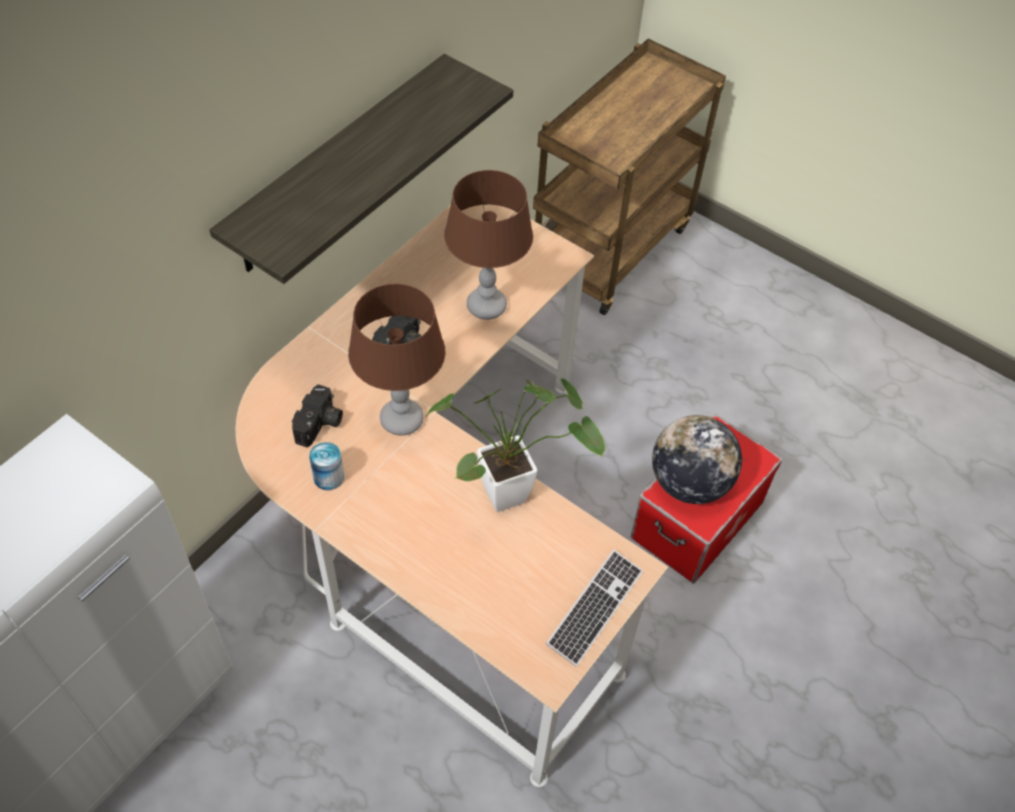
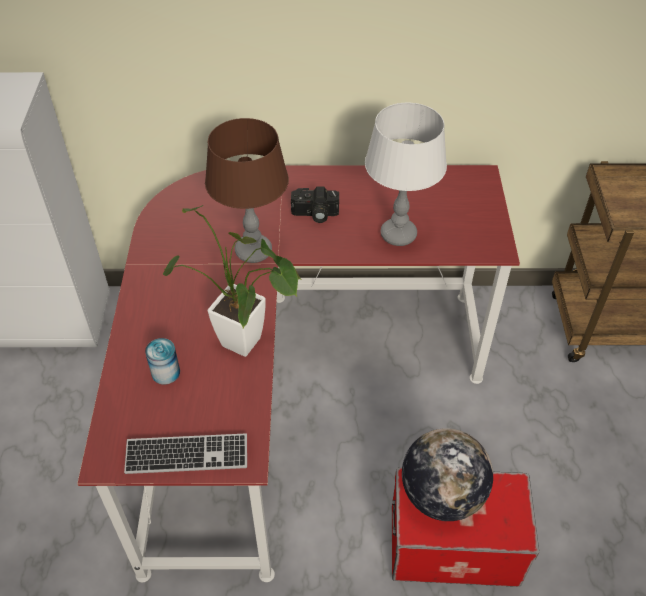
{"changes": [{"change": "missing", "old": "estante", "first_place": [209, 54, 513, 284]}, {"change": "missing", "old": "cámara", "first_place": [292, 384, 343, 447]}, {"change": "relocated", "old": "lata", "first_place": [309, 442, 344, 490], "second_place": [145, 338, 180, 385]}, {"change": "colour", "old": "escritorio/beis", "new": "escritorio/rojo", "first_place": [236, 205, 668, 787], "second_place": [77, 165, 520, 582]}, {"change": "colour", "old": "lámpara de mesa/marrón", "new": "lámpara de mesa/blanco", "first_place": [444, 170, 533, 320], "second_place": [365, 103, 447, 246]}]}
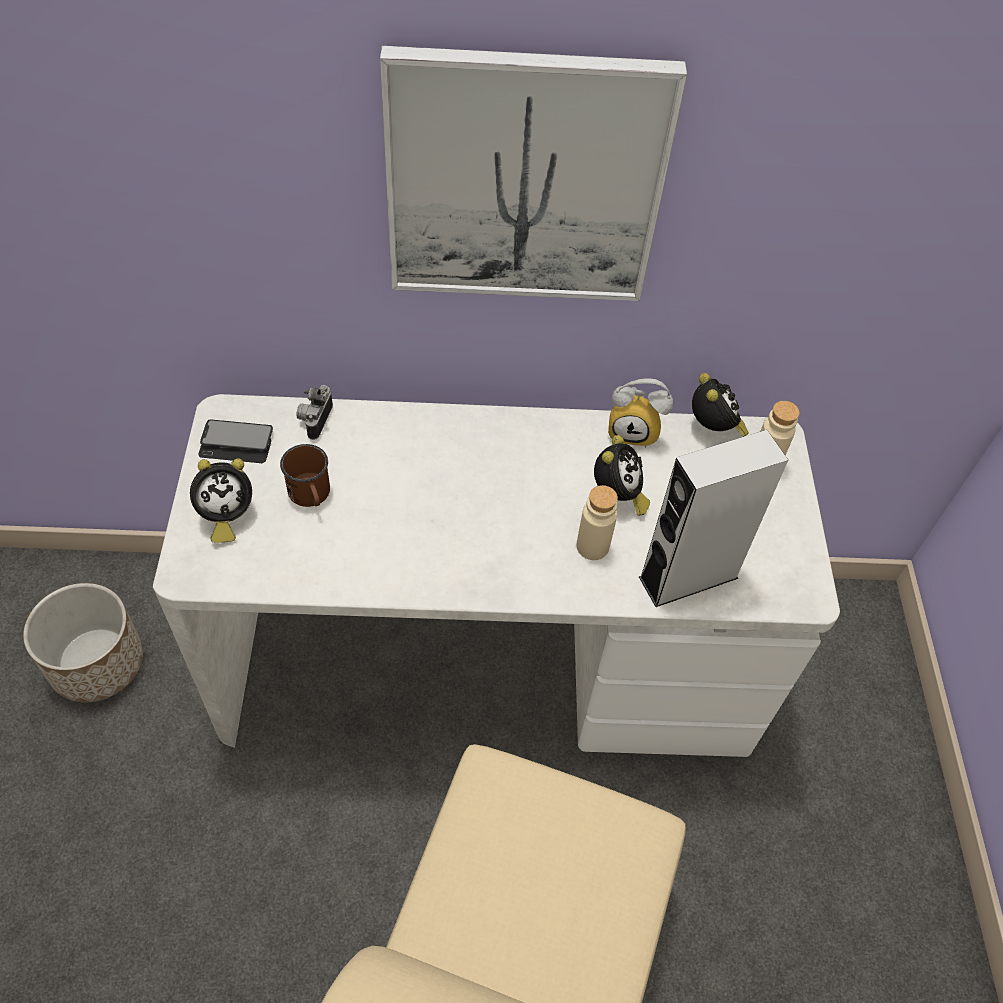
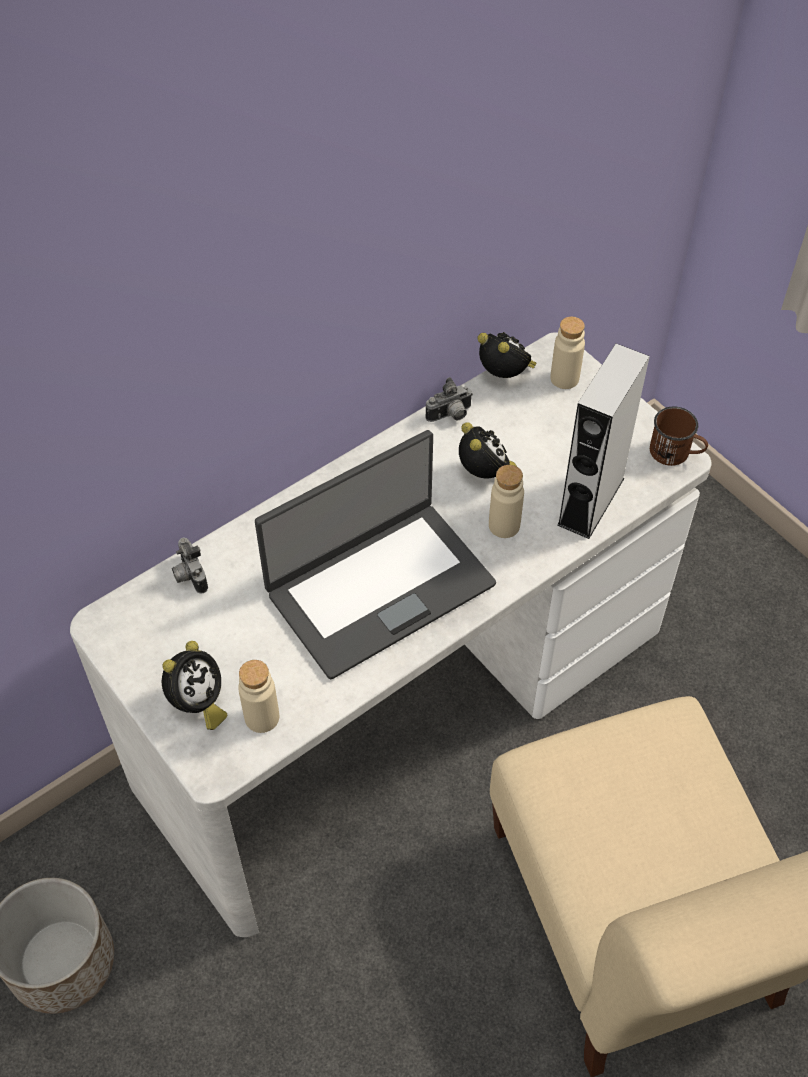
{"changes": [{"change": "missing", "old": "móvil", "first_place": [199, 419, 273, 463]}, {"change": "missing", "old": "cuadro", "first_place": [380, 46, 687, 301]}, {"change": "appeared", "new": "botella/beis", "second_place": [238, 660, 279, 733]}, {"change": "appeared", "new": "portátil", "second_place": [255, 430, 496, 680]}, {"change": "relocated", "old": "taza grande/marrón", "first_place": [280, 444, 330, 507], "second_place": [650, 407, 708, 466]}, {"change": "exchanged", "old": "despertador", "new": "cámara", "first_place": [608, 379, 673, 448], "second_place": [425, 377, 473, 422]}]}
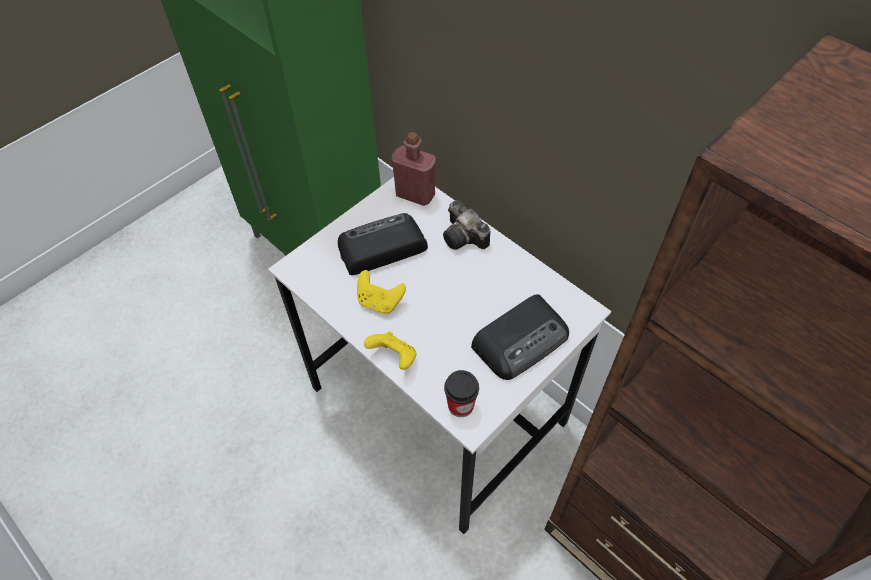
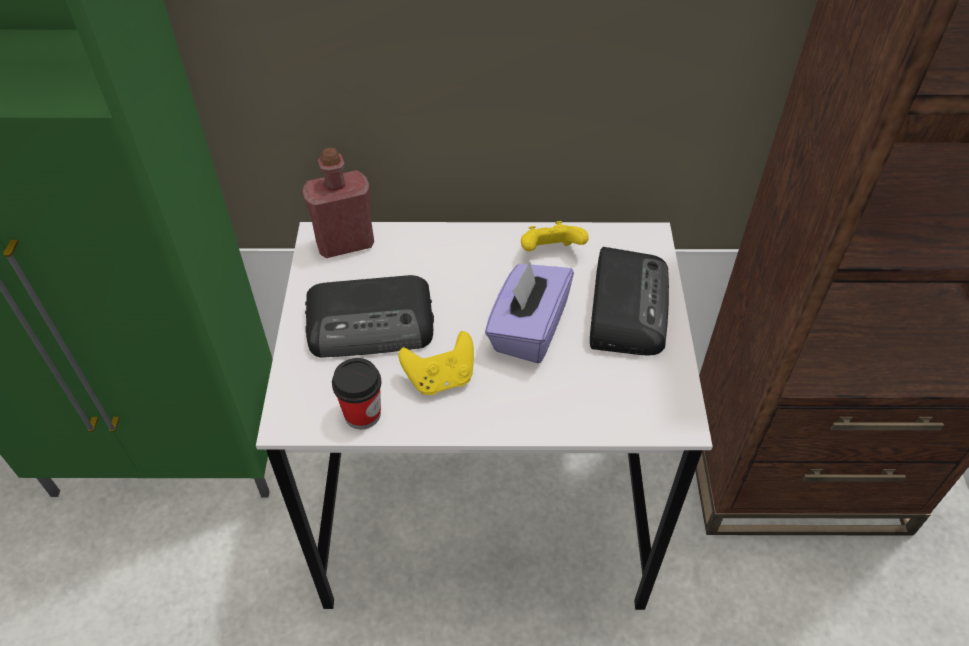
{"changes": [{"change": "missing", "old": "cámara", "first_place": [443, 200, 490, 250]}, {"change": "appeared", "new": "caja de pañuelos/morado", "second_place": [485, 261, 574, 363]}, {"change": "relocated", "old": "mando de consola/amarillo", "first_place": [364, 331, 417, 370], "second_place": [521, 221, 589, 251]}, {"change": "relocated", "old": "taza", "first_place": [444, 370, 479, 417], "second_place": [332, 358, 382, 429]}, {"change": "spun", "old": "radio", "first_place": [338, 213, 428, 275], "second_place": [305, 275, 434, 358], "degrees": -120}]}
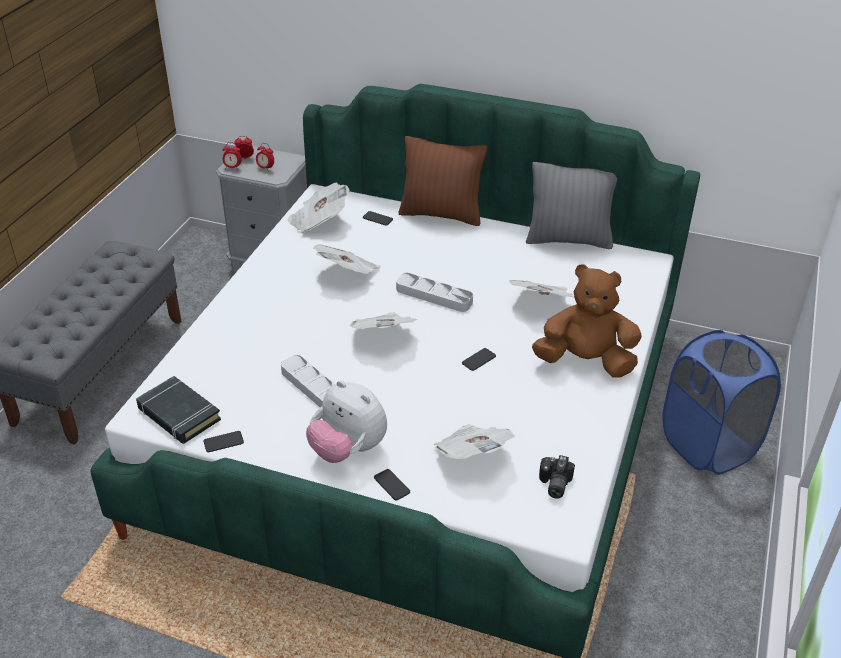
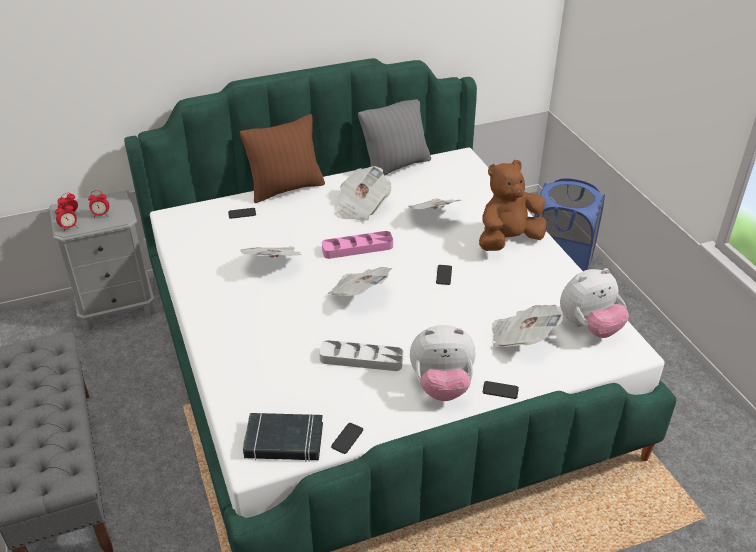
{"changes": [{"change": "relocated", "old": "periódico", "first_place": [287, 183, 350, 233], "second_place": [336, 166, 391, 221]}, {"change": "exchanged", "old": "cámara", "new": "peluche", "first_place": [539, 455, 575, 499], "second_place": [560, 268, 629, 338]}, {"change": "colour", "old": "bandeja/gris", "new": "bandeja/rosa", "first_place": [396, 273, 473, 312], "second_place": [322, 231, 393, 259]}]}
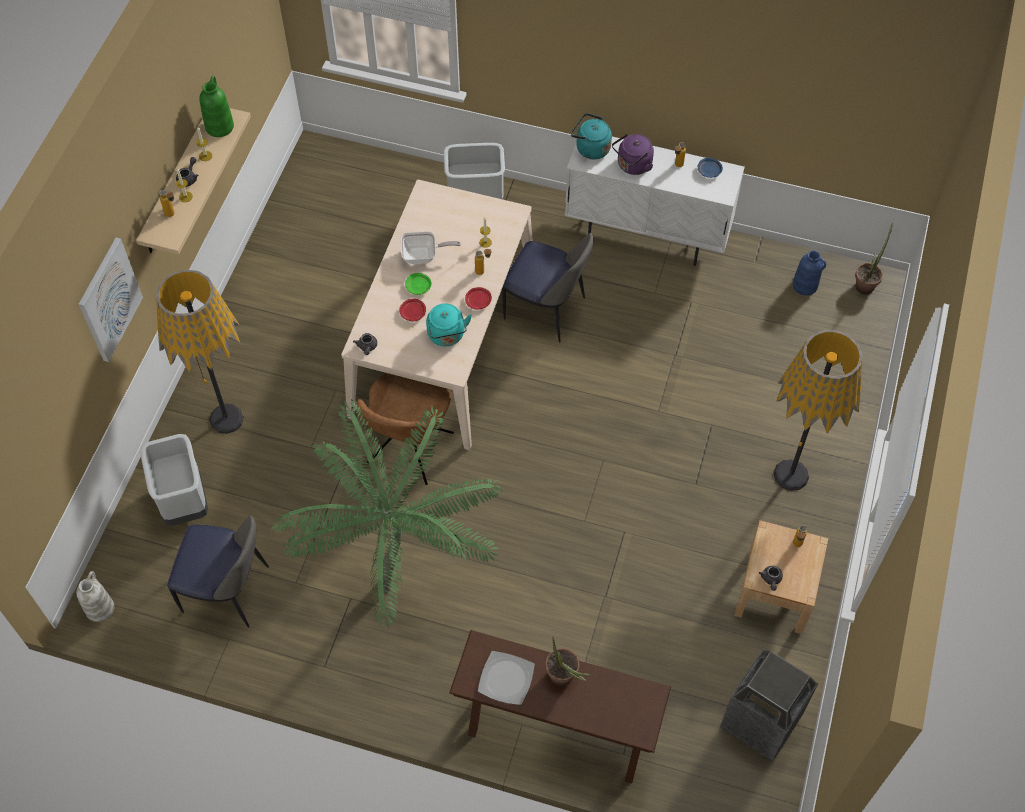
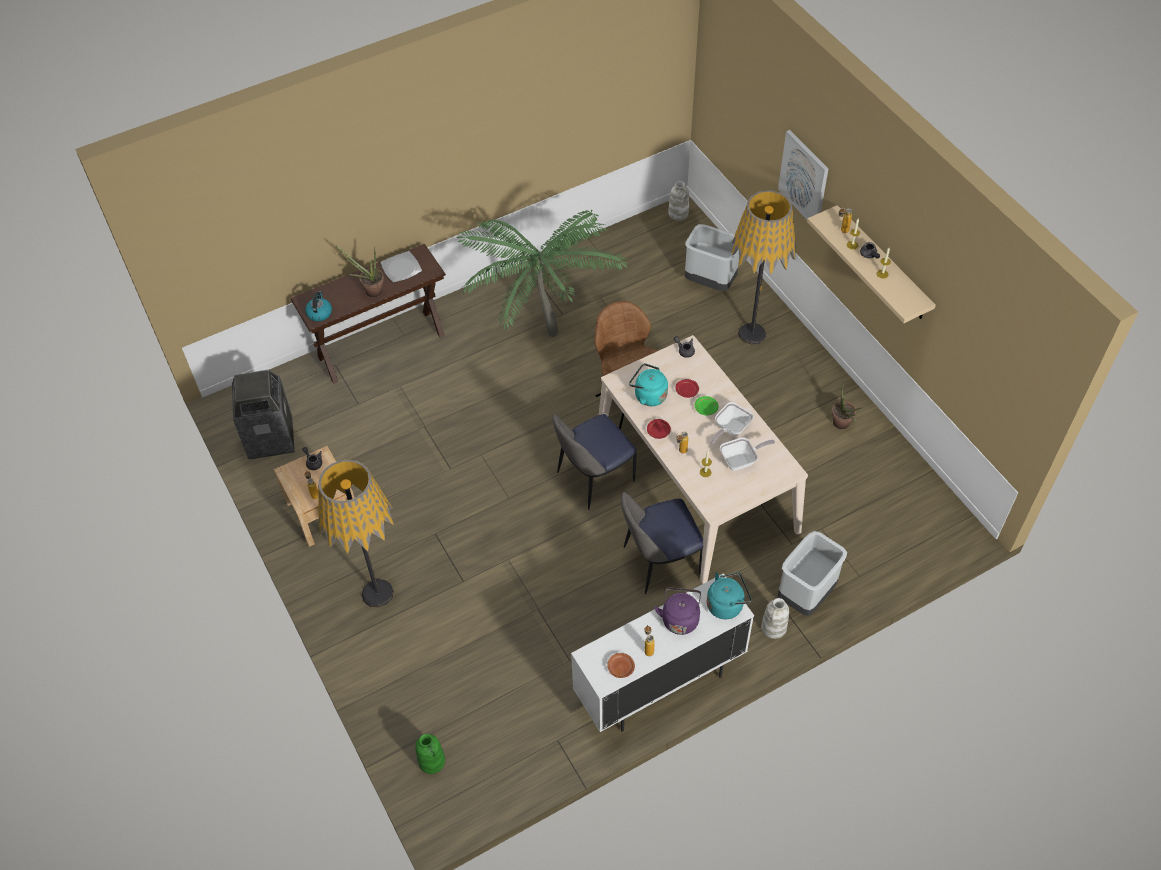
{"changes": [{"change": "missing", "old": "florero/azul", "first_place": [793, 250, 826, 295]}, {"change": "appeared", "new": "hervidor", "second_place": [305, 291, 332, 321]}, {"change": "appeared", "new": "sartén", "second_place": [720, 437, 775, 471]}, {"change": "appeared", "new": "florero/blanco", "second_place": [761, 598, 789, 639]}, {"change": "relocated", "old": "silla", "first_place": [167, 515, 269, 628], "second_place": [552, 414, 637, 510]}, {"change": "relocated", "old": "florero/verde", "first_place": [199, 75, 234, 137], "second_place": [415, 734, 445, 774]}, {"change": "relocated", "old": "planta en maceta", "first_place": [855, 223, 893, 295], "second_place": [832, 380, 862, 429]}, {"change": "colour", "old": "plato/azul", "new": "plato/marrón", "first_place": [698, 158, 723, 178], "second_place": [607, 653, 635, 678]}]}
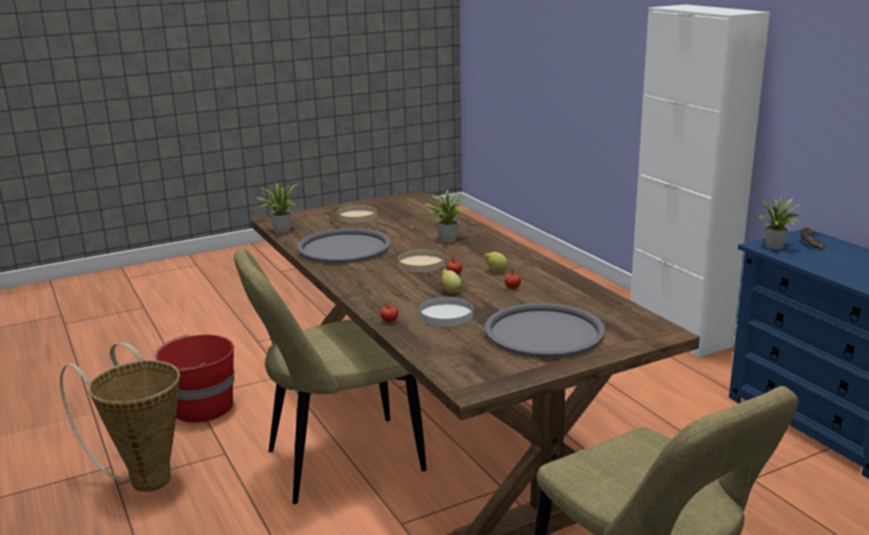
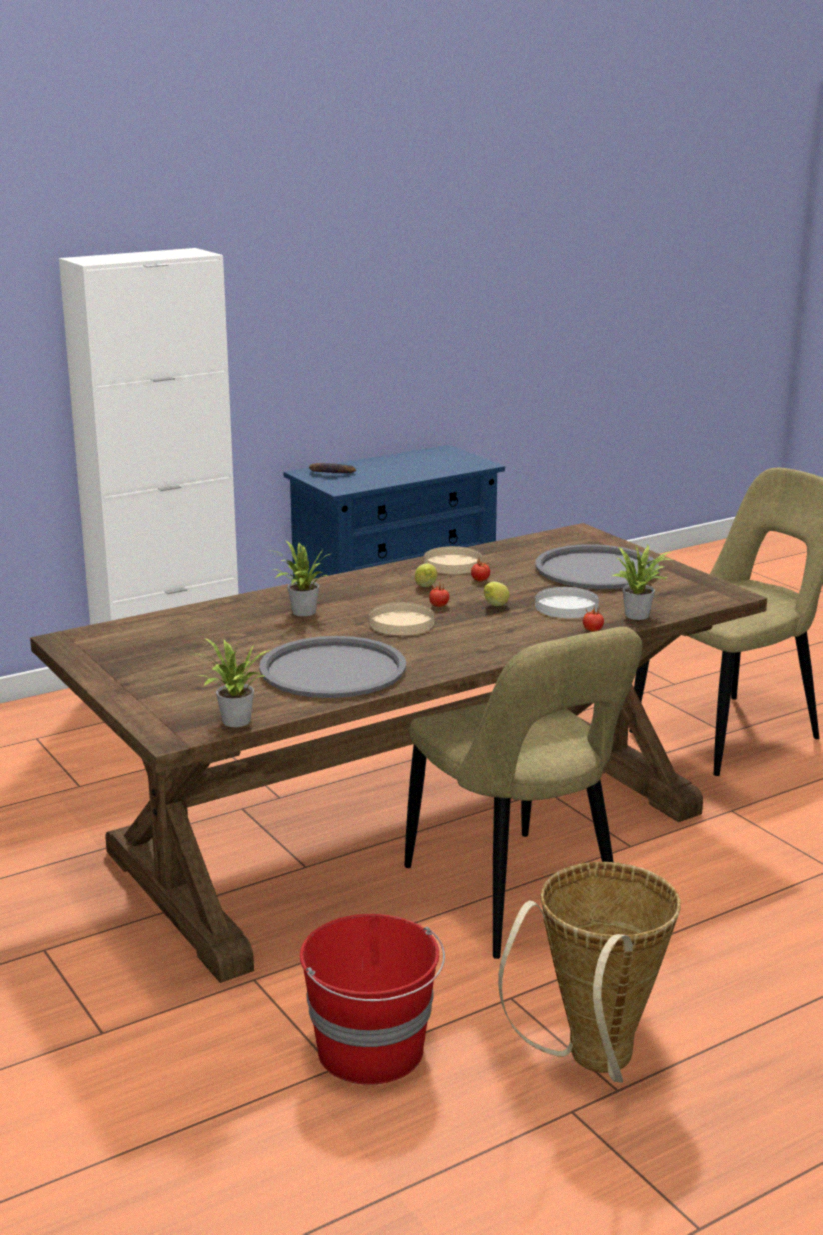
{"changes": [{"change": "relocated", "old": "plato/beis", "first_place": [337, 205, 377, 223], "second_place": [424, 546, 482, 574]}, {"change": "relocated", "old": "planta en maceta", "first_place": [752, 196, 800, 249], "second_place": [613, 545, 673, 620]}]}
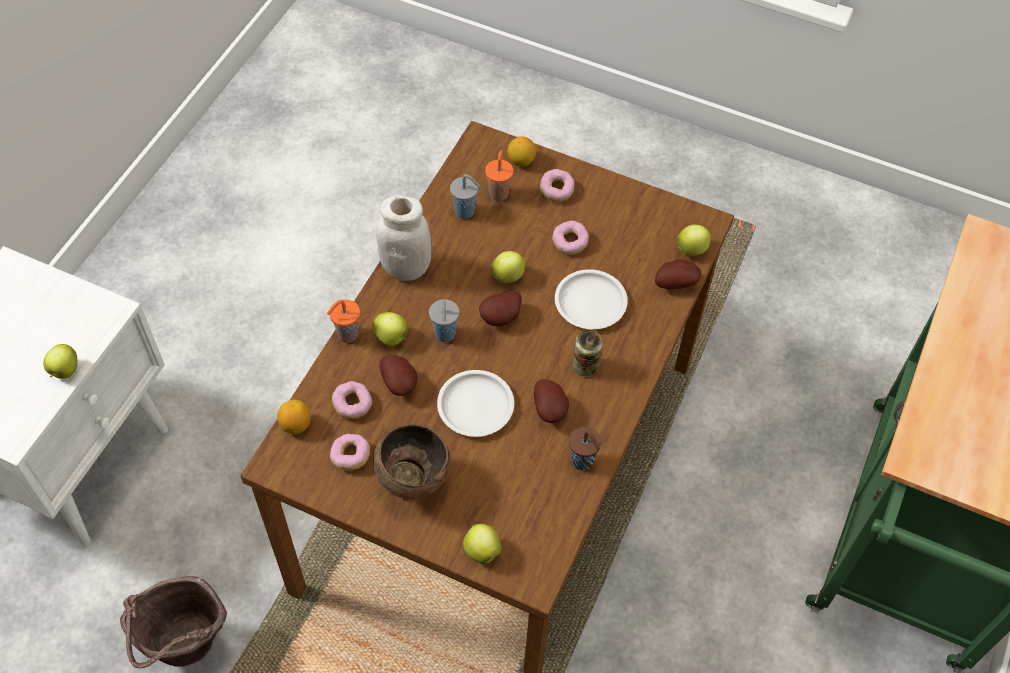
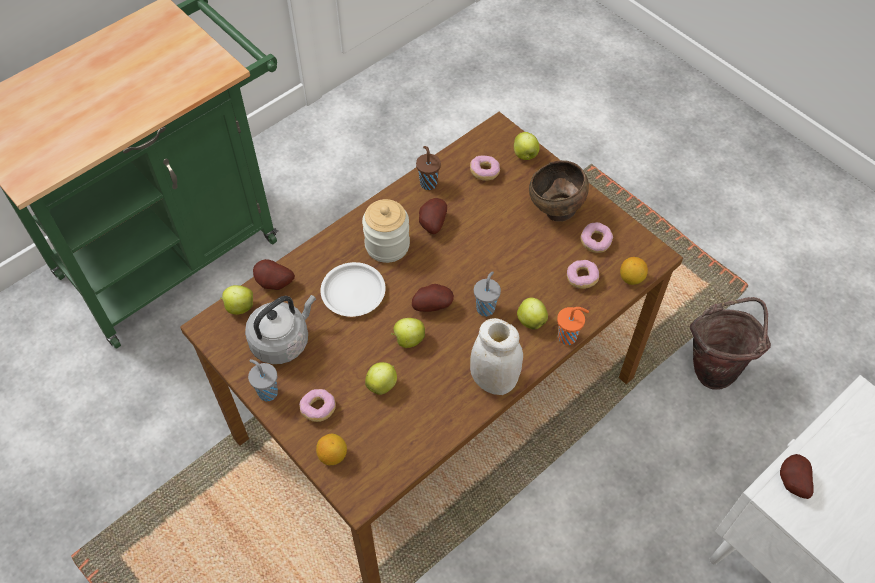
{"changes": [{"change": "missing", "old": "plato/blanco", "first_place": [437, 370, 514, 437]}, {"change": "missing", "old": "taza/naranja", "first_place": [485, 150, 513, 201]}, {"change": "appeared", "new": "hervidor/gris", "second_place": [245, 295, 316, 364]}, {"change": "relocated", "old": "manzana", "first_place": [43, 344, 77, 379], "second_place": [365, 362, 397, 395]}, {"change": "relocated", "old": "patata", "first_place": [380, 355, 418, 396], "second_place": [780, 454, 814, 499]}, {"change": "relocated", "old": "taza/gris", "first_place": [450, 174, 480, 219], "second_place": [248, 359, 278, 401]}, {"change": "relocated", "old": "rosquilla", "first_place": [552, 221, 589, 255], "second_place": [470, 156, 500, 181]}, {"change": "exchanged", "old": "lata", "new": "tarro", "first_place": [573, 329, 603, 376], "second_place": [362, 199, 410, 263]}]}
